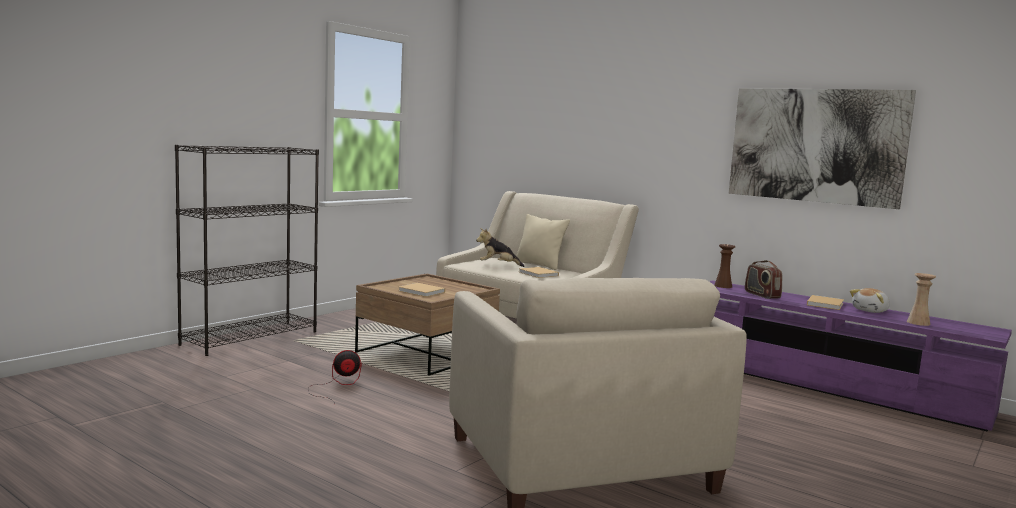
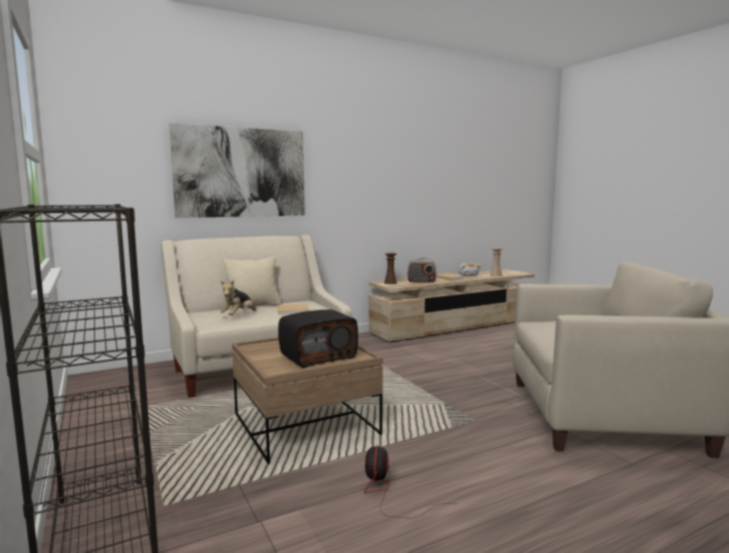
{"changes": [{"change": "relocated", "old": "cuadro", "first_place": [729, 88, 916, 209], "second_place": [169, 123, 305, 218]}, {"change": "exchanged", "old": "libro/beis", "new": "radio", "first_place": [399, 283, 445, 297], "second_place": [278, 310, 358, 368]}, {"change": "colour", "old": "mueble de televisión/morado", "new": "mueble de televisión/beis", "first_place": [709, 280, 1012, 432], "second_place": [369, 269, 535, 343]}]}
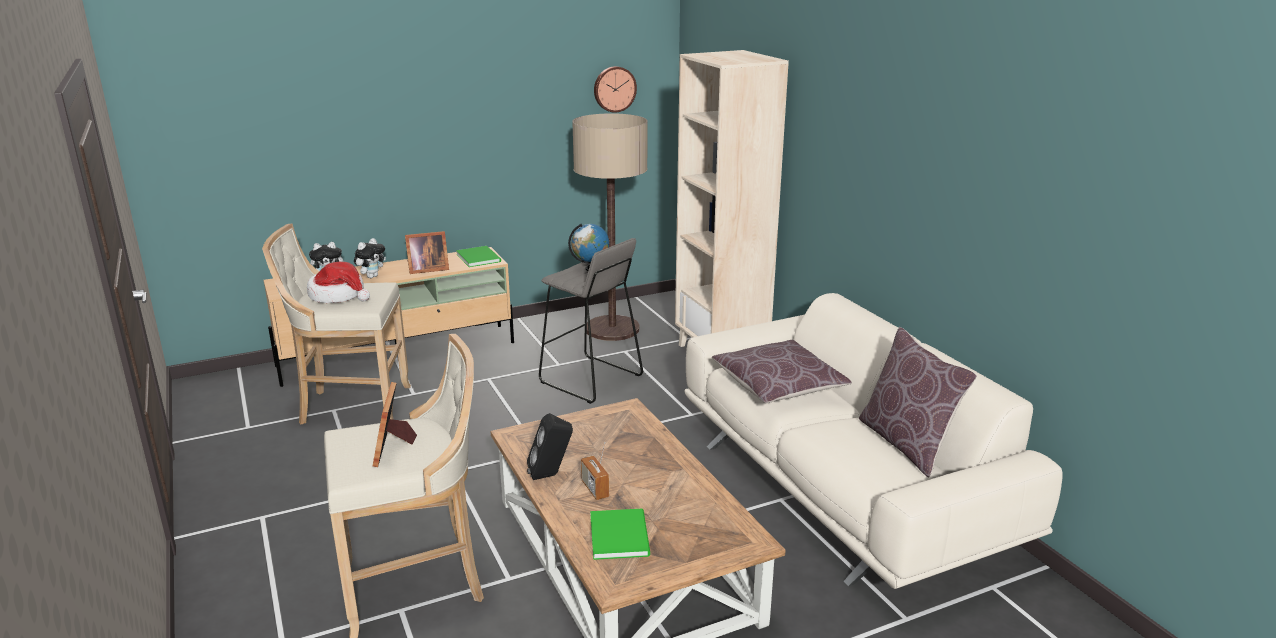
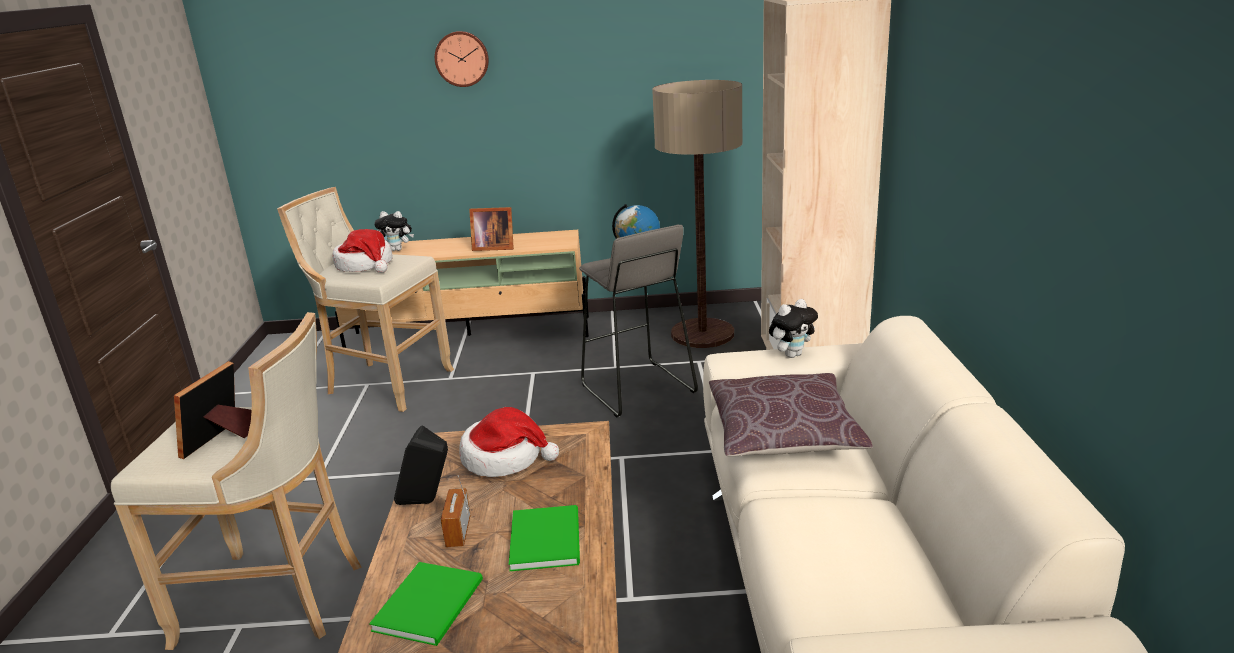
{"changes": [{"change": "missing", "old": "cojín/marrón", "first_place": [859, 327, 977, 477]}, {"change": "appeared", "new": "sombrero", "second_place": [460, 407, 559, 477]}, {"change": "relocated", "old": "peluche", "first_place": [354, 238, 386, 278], "second_place": [769, 299, 818, 358]}, {"change": "relocated", "old": "libro/verde", "first_place": [456, 246, 501, 267], "second_place": [509, 505, 580, 571]}, {"change": "relocated", "old": "reloj de pared", "first_place": [594, 66, 637, 113], "second_place": [435, 31, 489, 87]}]}
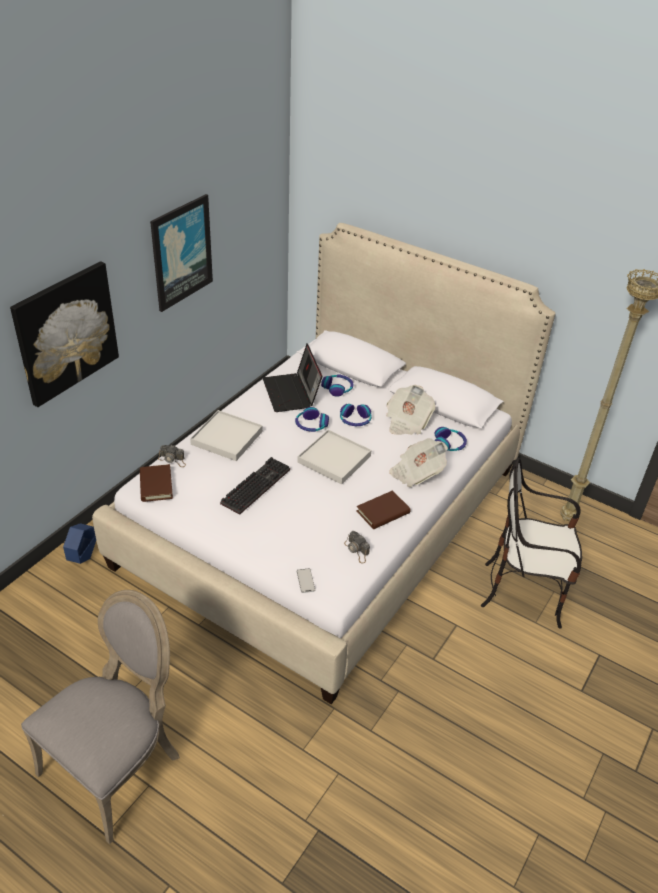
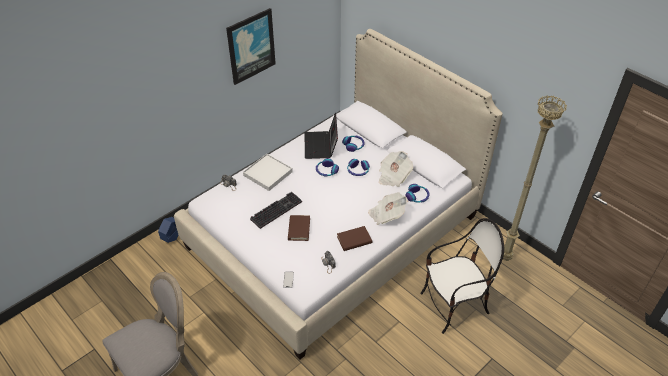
{"changes": [{"change": "missing", "old": "cuadro", "first_place": [10, 261, 119, 407]}, {"change": "missing", "old": "bandeja/blanco", "first_place": [297, 430, 372, 485]}, {"change": "relocated", "old": "libro/marrón", "first_place": [140, 464, 173, 502], "second_place": [288, 215, 310, 241]}, {"change": "spun", "old": "silla", "first_place": [481, 458, 582, 629], "second_place": [420, 218, 504, 334], "degrees": 135}]}
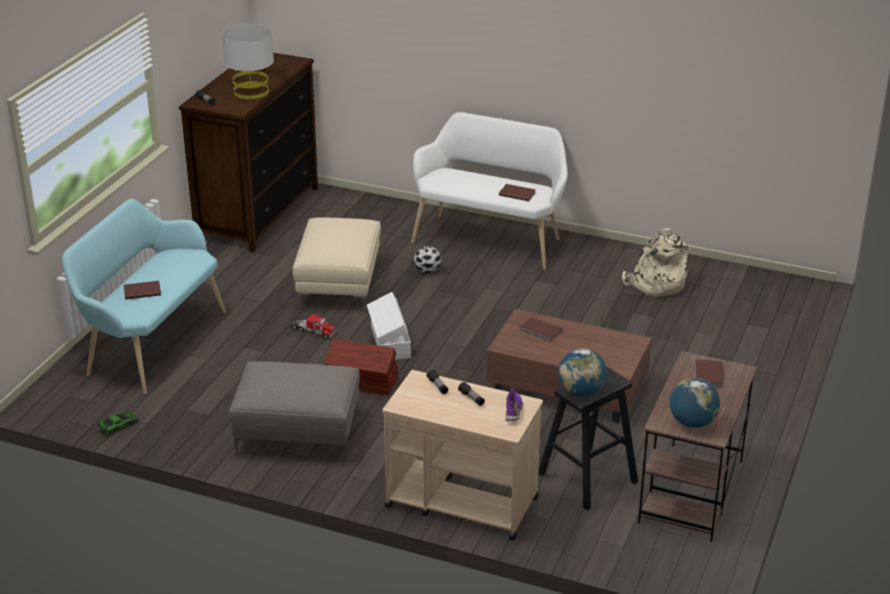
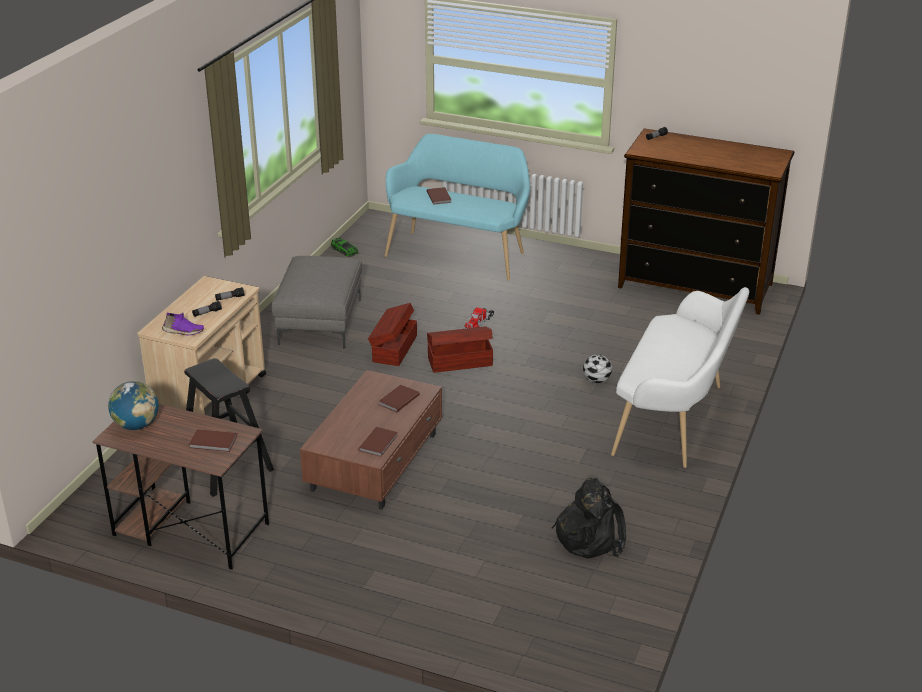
{"changes": [{"change": "missing", "old": "lámpara de mesa/gris", "first_place": [222, 24, 274, 99]}, {"change": "missing", "old": "puf/beis", "first_place": [293, 217, 381, 313]}, {"change": "missing", "old": "globo terráqueo", "first_place": [558, 348, 607, 397]}, {"change": "relocated", "old": "libro/marrón", "first_place": [499, 184, 536, 201], "second_place": [358, 427, 398, 457]}, {"change": "colour", "old": "caja de almacenaje/blanco", "new": "caja de almacenaje/marrón", "first_place": [367, 292, 411, 360], "second_place": [427, 326, 493, 373]}, {"change": "colour", "old": "mochila/beis", "new": "mochila/negro", "first_place": [622, 228, 688, 297], "second_place": [551, 478, 626, 559]}]}
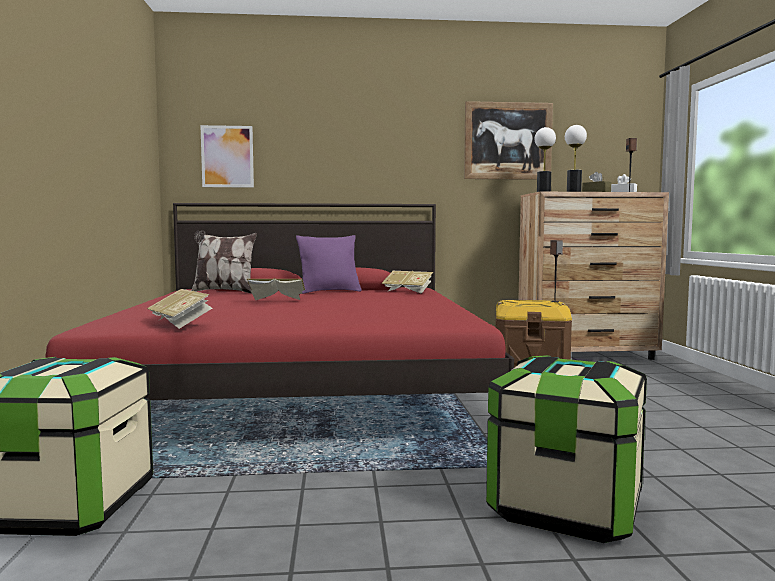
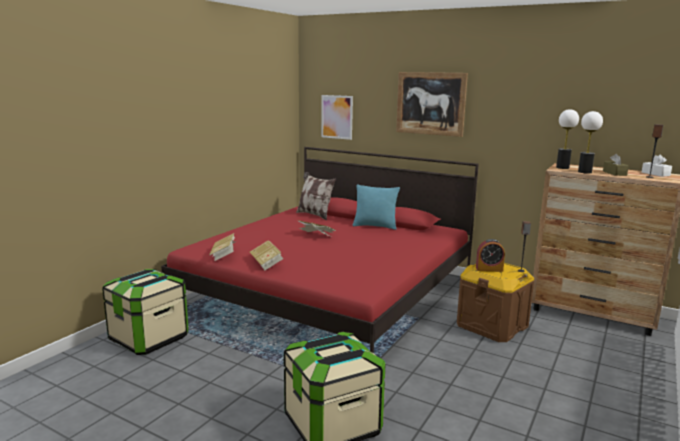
{"changes": [{"change": "appeared", "new": "despertador", "second_place": [476, 239, 505, 272]}, {"change": "relocated", "old": "libro", "first_place": [381, 271, 433, 294], "second_place": [250, 240, 283, 270]}, {"change": "relocated", "old": "cuadro", "first_place": [464, 101, 553, 180], "second_place": [396, 72, 468, 137]}, {"change": "colour", "old": "cojín/morado", "new": "cojín/turquesa", "first_place": [296, 235, 362, 294], "second_place": [353, 184, 400, 230]}]}
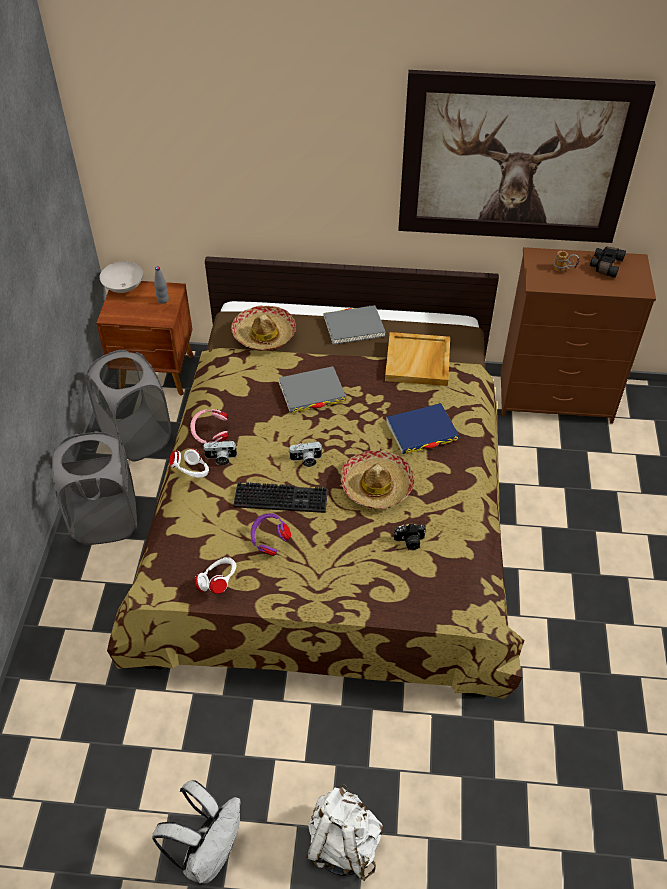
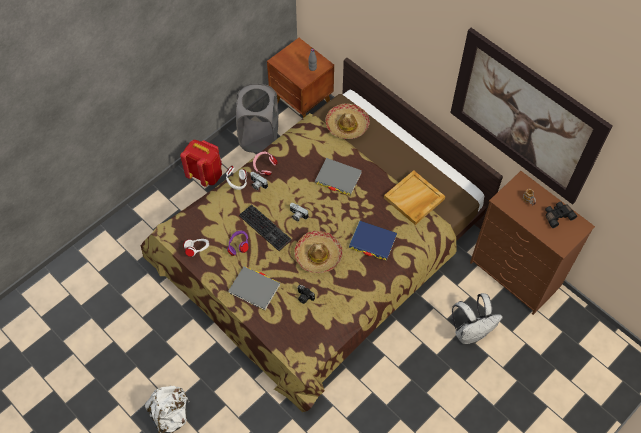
{"changes": [{"change": "missing", "old": "cuenco/blanco", "first_place": [99, 261, 143, 293]}, {"change": "relocated", "old": "mochila/blanco", "first_place": [152, 780, 241, 883], "second_place": [452, 293, 503, 344]}, {"change": "relocated", "old": "libro/gris", "first_place": [324, 305, 385, 345], "second_place": [228, 266, 280, 310]}, {"change": "exchanged", "old": "cesto de la ropa/gris", "new": "mochila/rojo", "first_place": [52, 431, 138, 545], "second_place": [180, 140, 222, 187]}]}
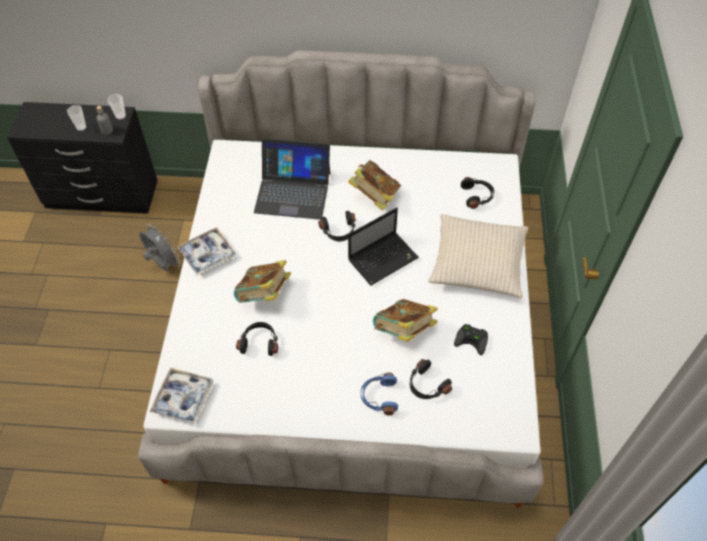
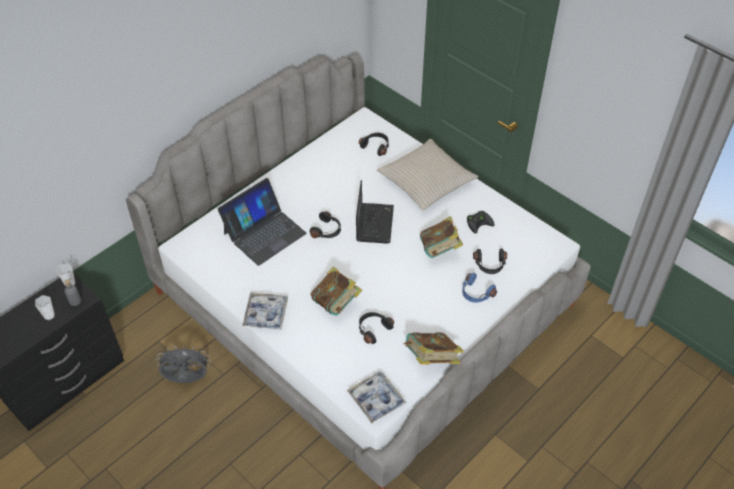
{"changes": [{"change": "relocated", "old": "libro", "first_place": [348, 160, 401, 211], "second_place": [404, 332, 464, 365]}]}
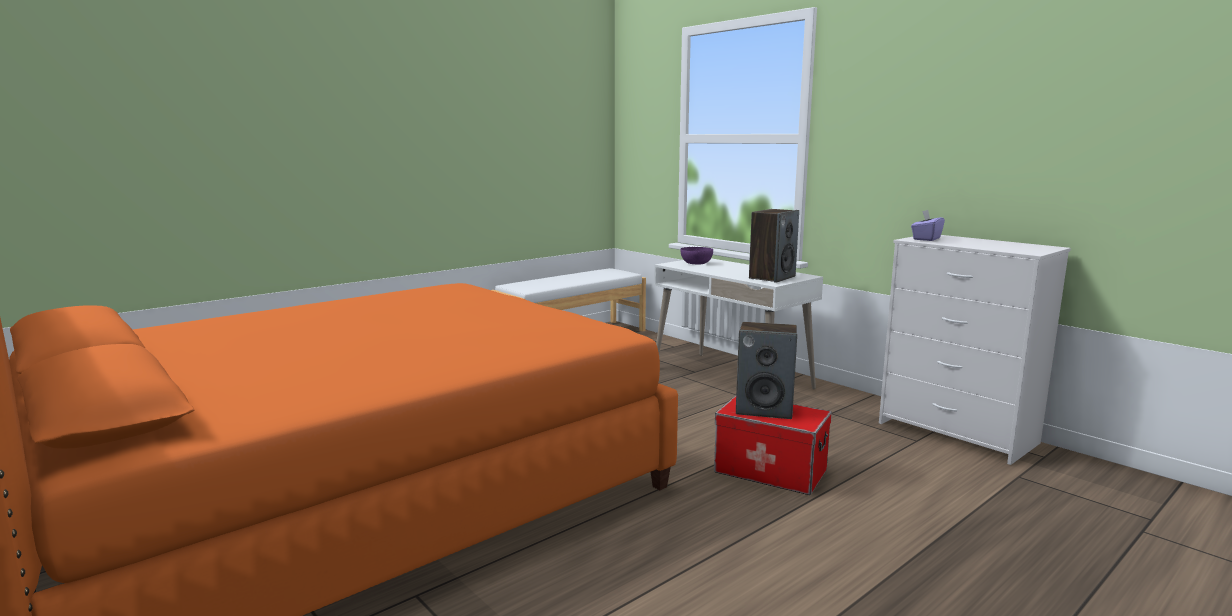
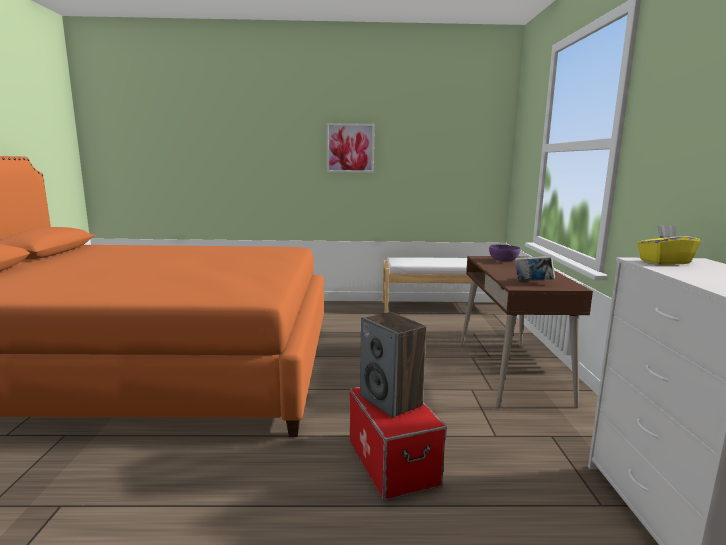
{"changes": [{"change": "appeared", "new": "cuadro", "second_place": [327, 123, 375, 173]}, {"change": "exchanged", "old": "altavoz", "new": "libro", "first_place": [749, 209, 799, 283], "second_place": [515, 255, 555, 280]}, {"change": "colour", "old": "escritorio/blanco", "new": "escritorio/marrón", "first_place": [654, 258, 823, 390], "second_place": [461, 256, 593, 408]}, {"change": "colour", "old": "caja de pañuelos/morado", "new": "caja de pañuelos/amarillo", "first_place": [911, 210, 945, 241], "second_place": [637, 225, 700, 265]}]}
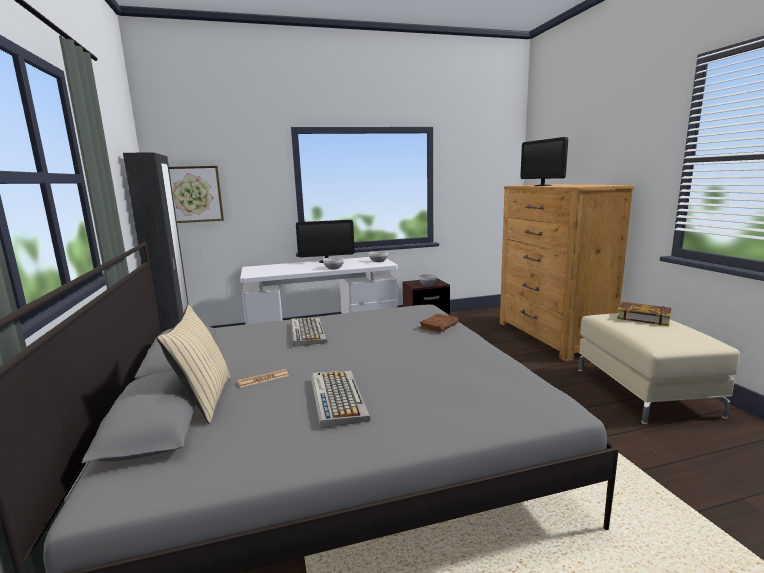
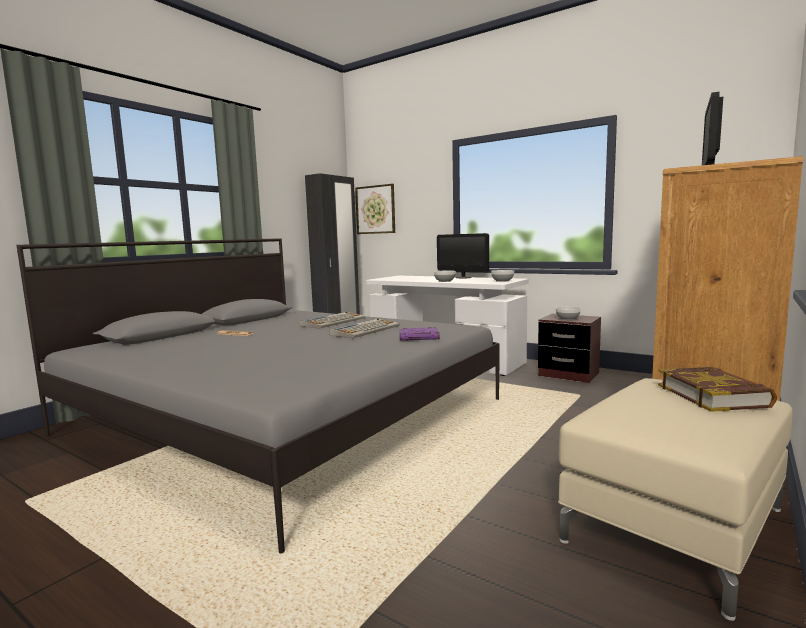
{"changes": [{"change": "missing", "old": "cojín/beis", "first_place": [157, 305, 231, 424]}, {"change": "relocated", "old": "teclado", "first_place": [311, 370, 370, 429], "second_place": [329, 319, 400, 339]}, {"change": "colour", "old": "libro/marrón", "new": "libro/morado", "first_place": [420, 314, 459, 333], "second_place": [399, 327, 439, 341]}]}
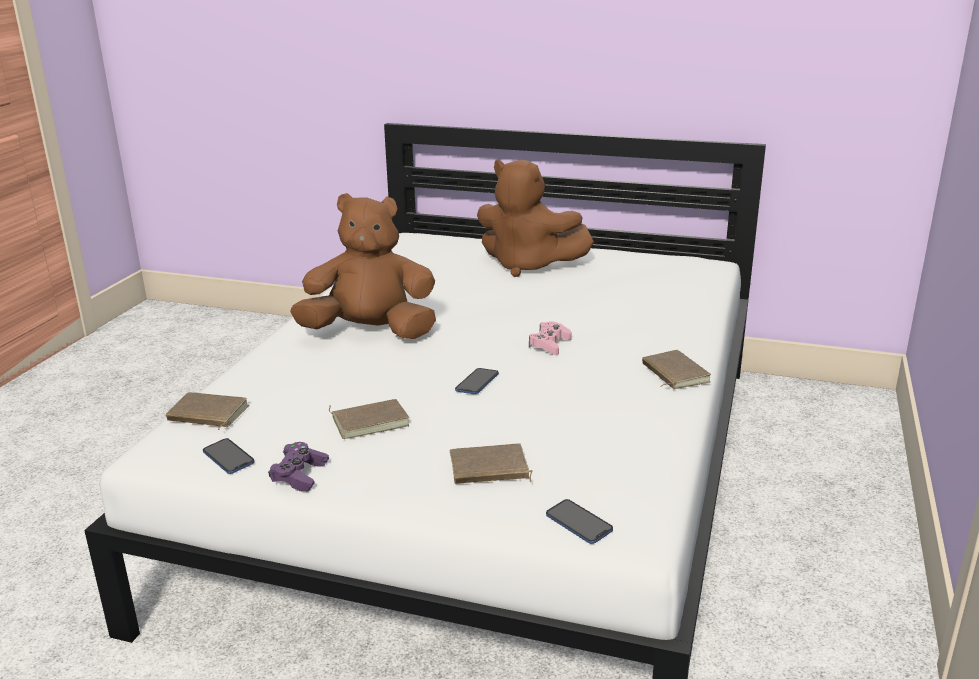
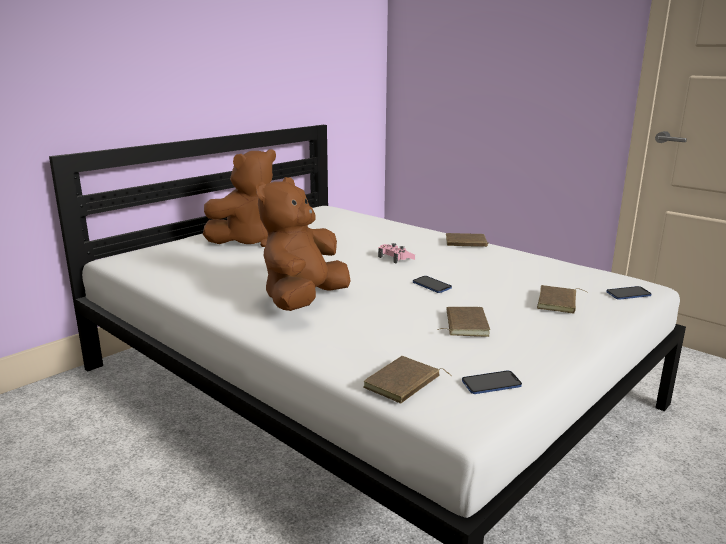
{"changes": [{"change": "missing", "old": "mando de consola/morado", "first_place": [268, 442, 329, 492]}]}
